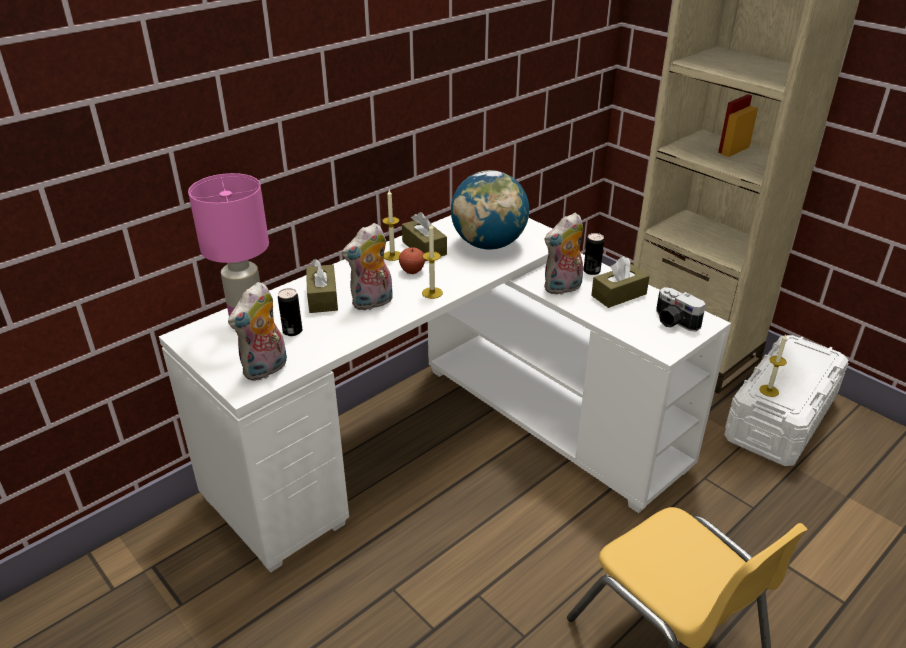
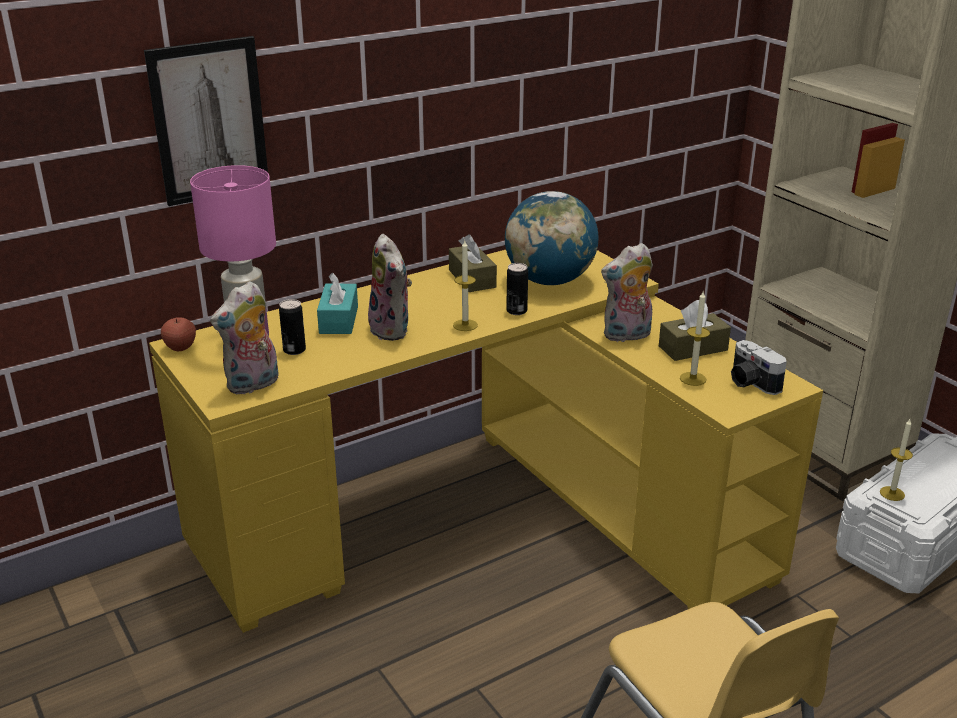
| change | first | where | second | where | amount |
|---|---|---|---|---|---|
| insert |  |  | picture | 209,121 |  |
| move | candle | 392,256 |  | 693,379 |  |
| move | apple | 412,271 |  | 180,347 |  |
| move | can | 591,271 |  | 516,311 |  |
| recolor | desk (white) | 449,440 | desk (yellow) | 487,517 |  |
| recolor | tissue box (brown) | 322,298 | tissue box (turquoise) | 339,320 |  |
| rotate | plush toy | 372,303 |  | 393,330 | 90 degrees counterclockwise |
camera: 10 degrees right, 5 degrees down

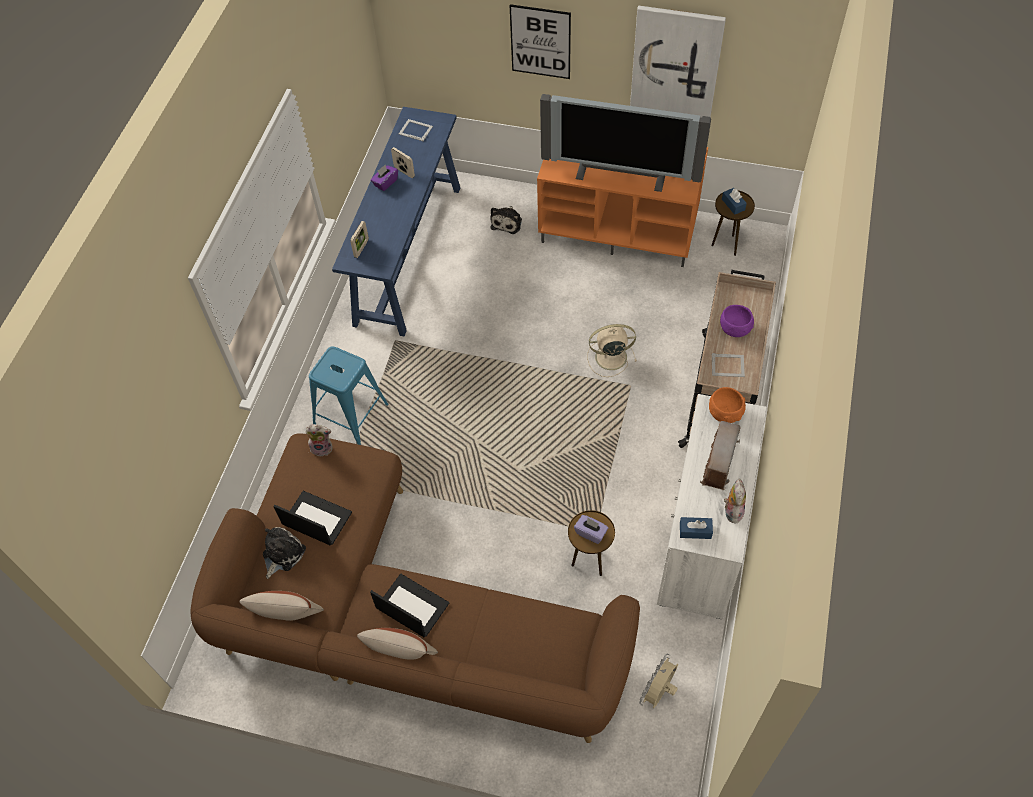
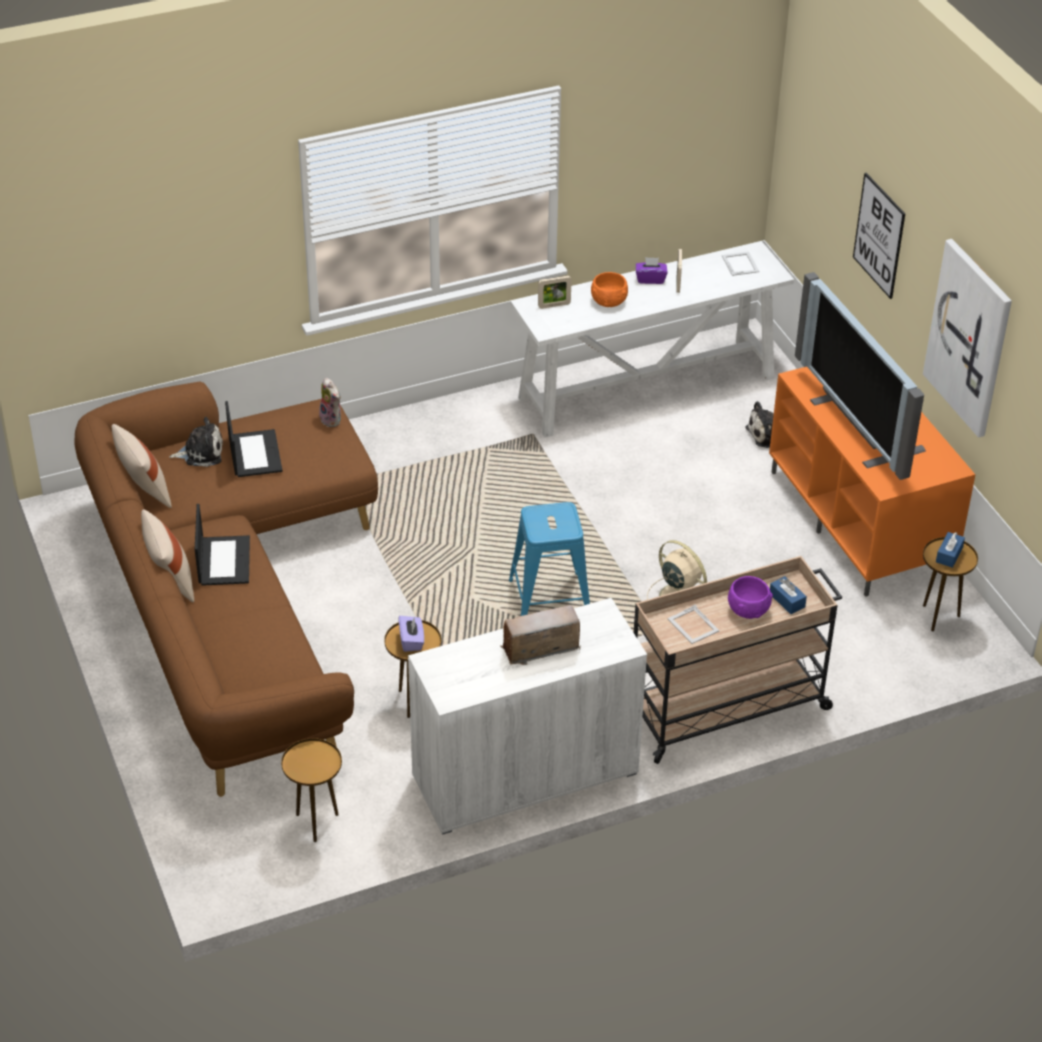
| change | first | where | second | where | amount |
|---|---|---|---|---|---|
| delete | plush toy | 732,511 |  |  |  |
| move | stool (blue) | 351,415 |  | 550,601 |  |
| move | tissue box (blue) | 695,531 |  | 787,600 |  |
| move | bowl (orange) | 725,412 |  | 609,301 |  |
| replace | fan (beige) | 658,692 | side table (brown) | 316,823 |  |
| recolor | console table (blue) | 409,253 | console table (white) | 648,387 |  |
camera: 50 degrees right, 15 degrees down

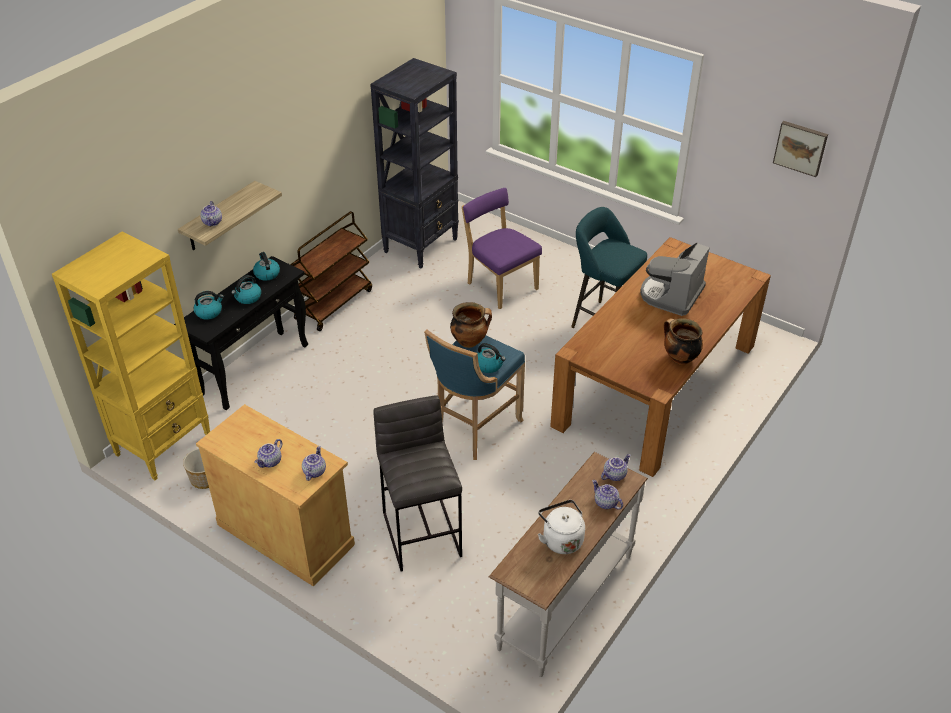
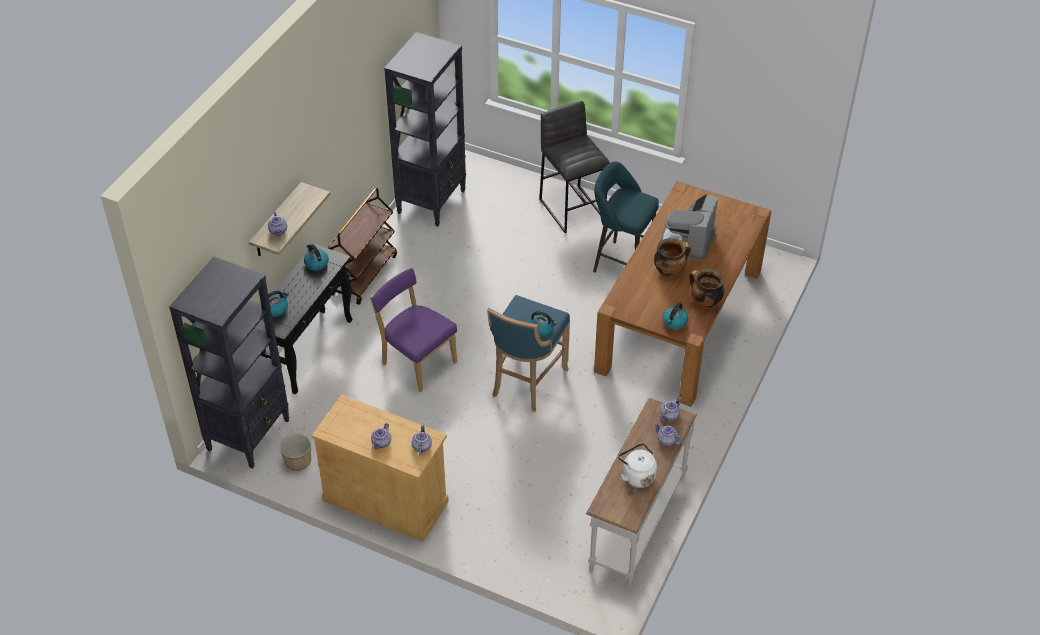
| change | first | where | second | where | amount |
|---|---|---|---|---|---|
| delete | picture | 800,147 |  |  |  |
| move | kettle | 248,298 |  | 674,322 |  |
| move | stool (grey) | 422,533 |  | 572,208 |  |
| move | cooking pot | 470,341 |  | 669,271 |  |
| move | chair (purple) | 500,285 |  | 416,361 |  |
| recolor | bookcase (yellow) | 164,444 | bookcase (black) | 249,434 |  |
camera: 10 degrees left, 5 degrees up

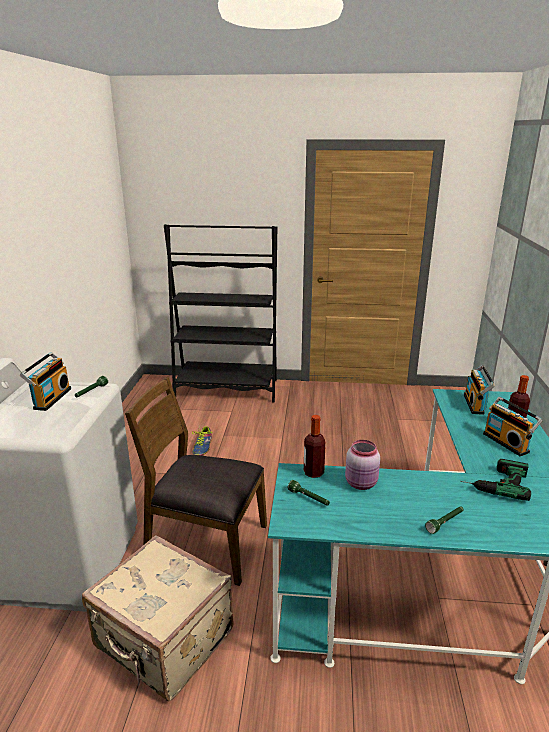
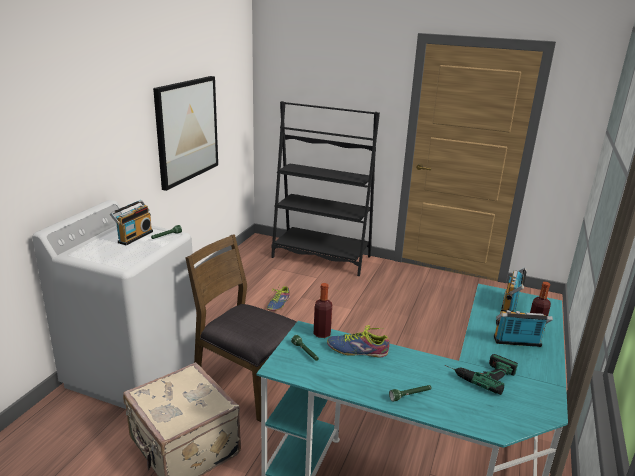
| change | first | where | second | where | amount |
|---|---|---|---|---|---|
| insert |  |  | picture | 187,130 |  |
| replace | jar (pink) | 362,483 | shoe | 357,350 |  |
| rotate | radio | 507,442 |  | 517,343 | 105 degrees clockwise |
camera: 15 degrees right, 0 degrees up

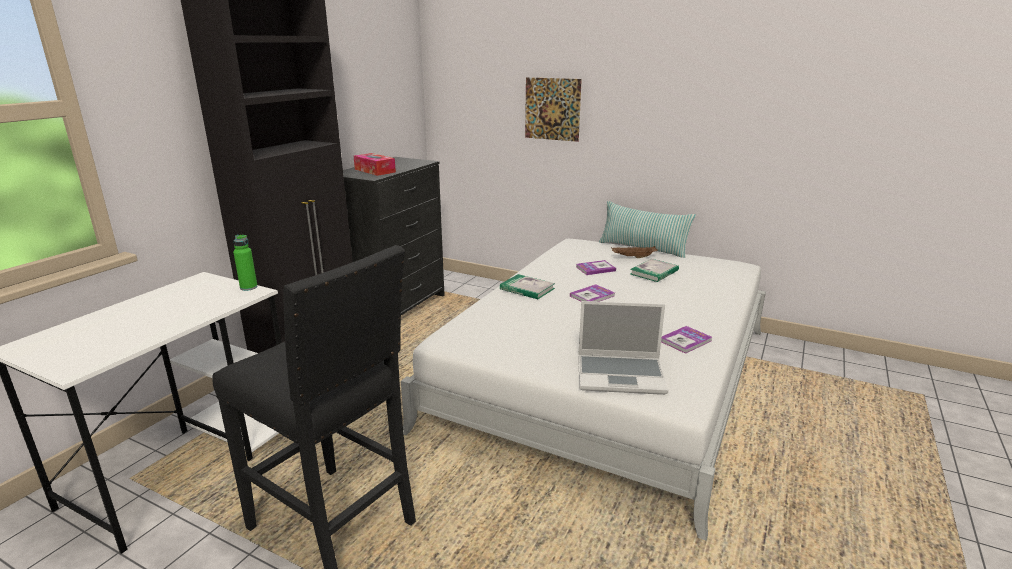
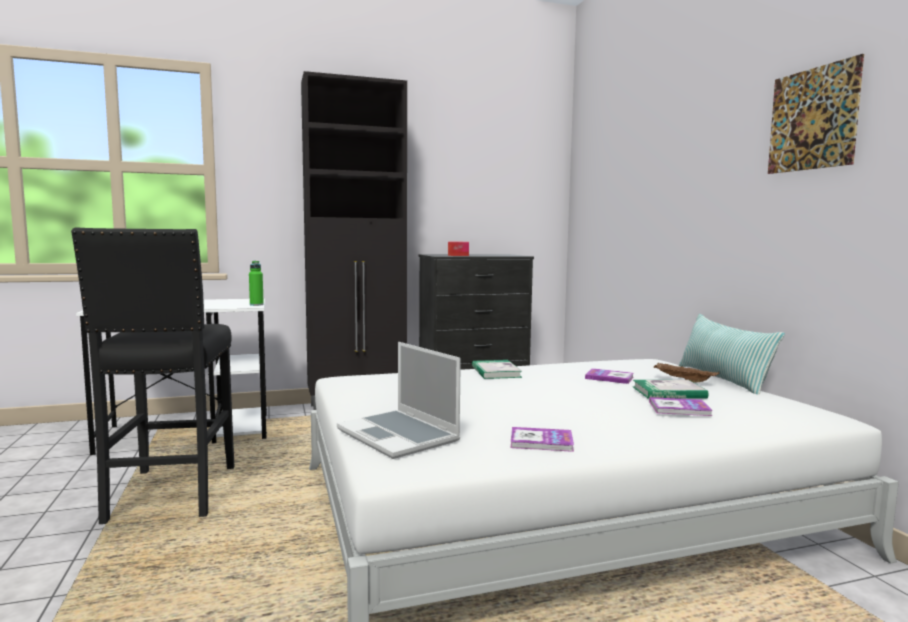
| change | first | where | second | where | amount |
|---|---|---|---|---|---|
| move | picture | 552,109 |  | 812,119 |  |
| move | book | 592,296 |  | 679,408 |  |
camera: 45 degrees right, 15 degrees down

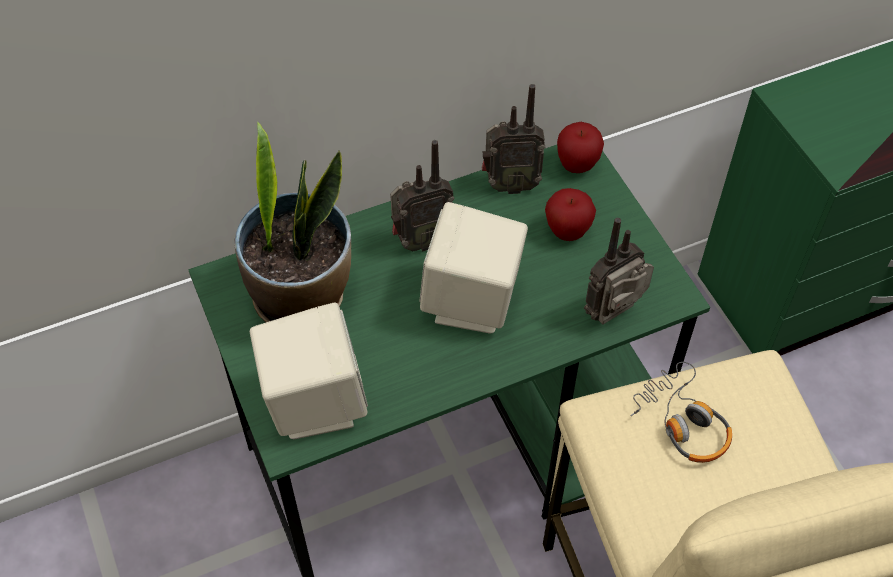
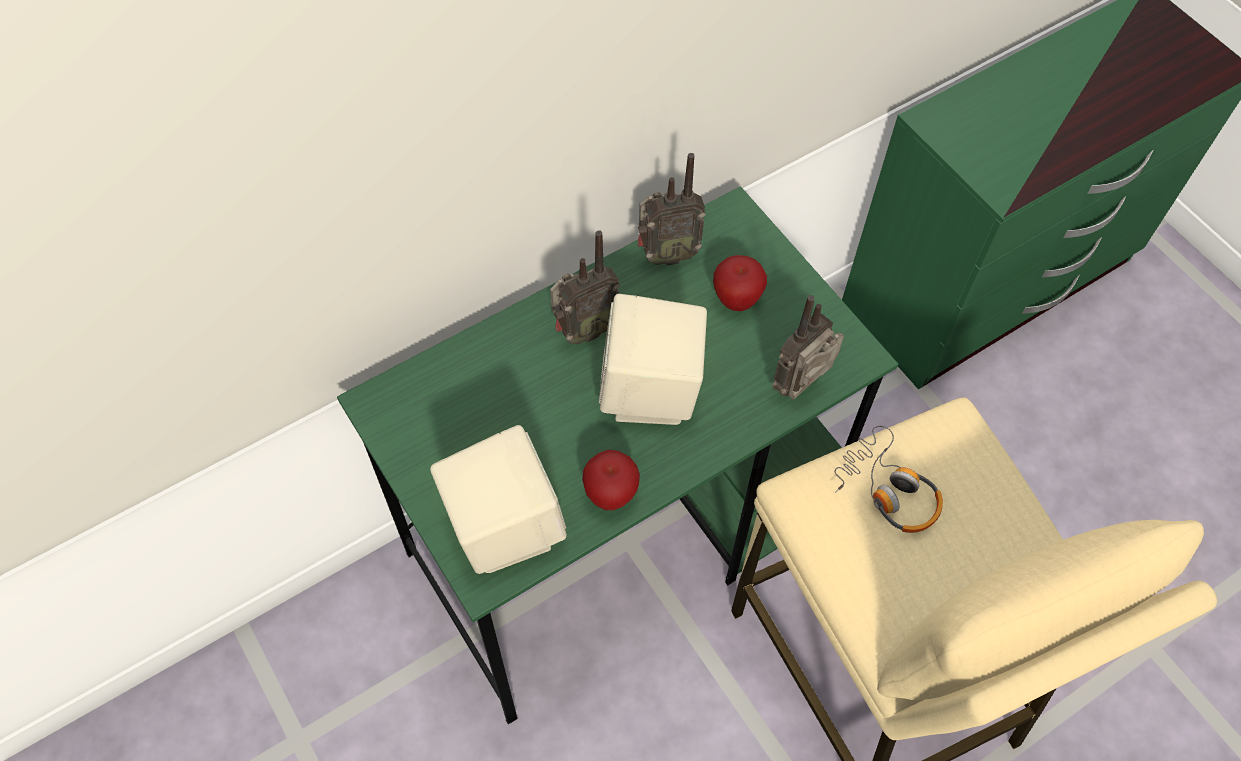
| change | first | where | second | where | amount |
|---|---|---|---|---|---|
| delete | potted plant | 301,296 |  |  |  |
| move | apple | 577,165 |  | 610,495 |  |
camera: 10 degrees left, 5 degrees up

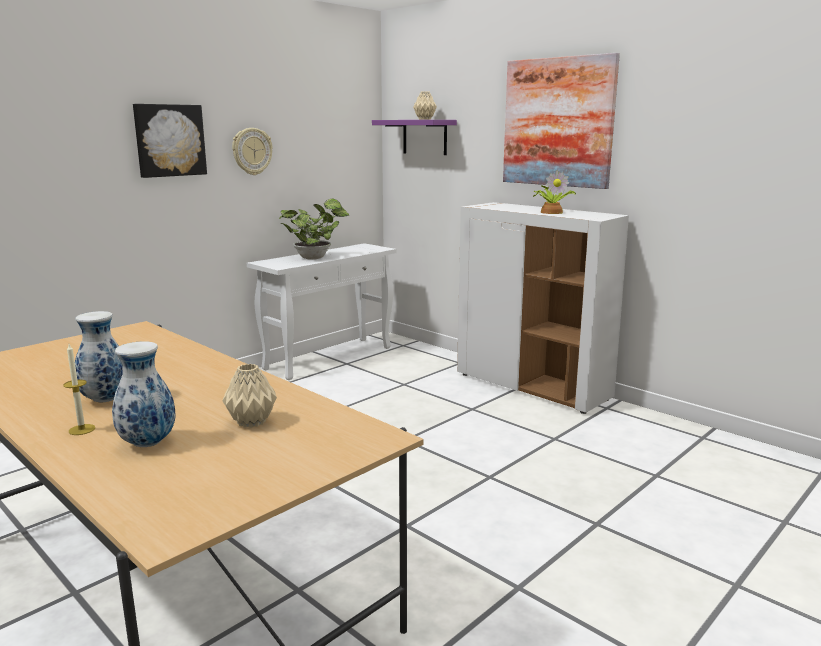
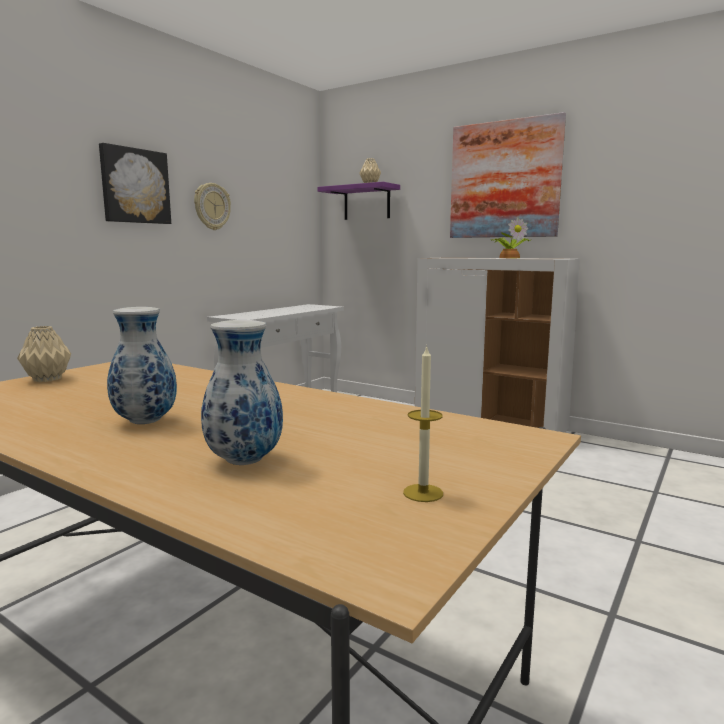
| change | first | where | second | where | amount |
|---|---|---|---|---|---|
| delete | potted plant | 315,257 |  |  |  |
| move | candle | 82,429 |  | 423,493 |  |
| move | vase (beige) | 251,422 |  | 47,379 |  |
camera: 10 degrees left, 5 degrees down

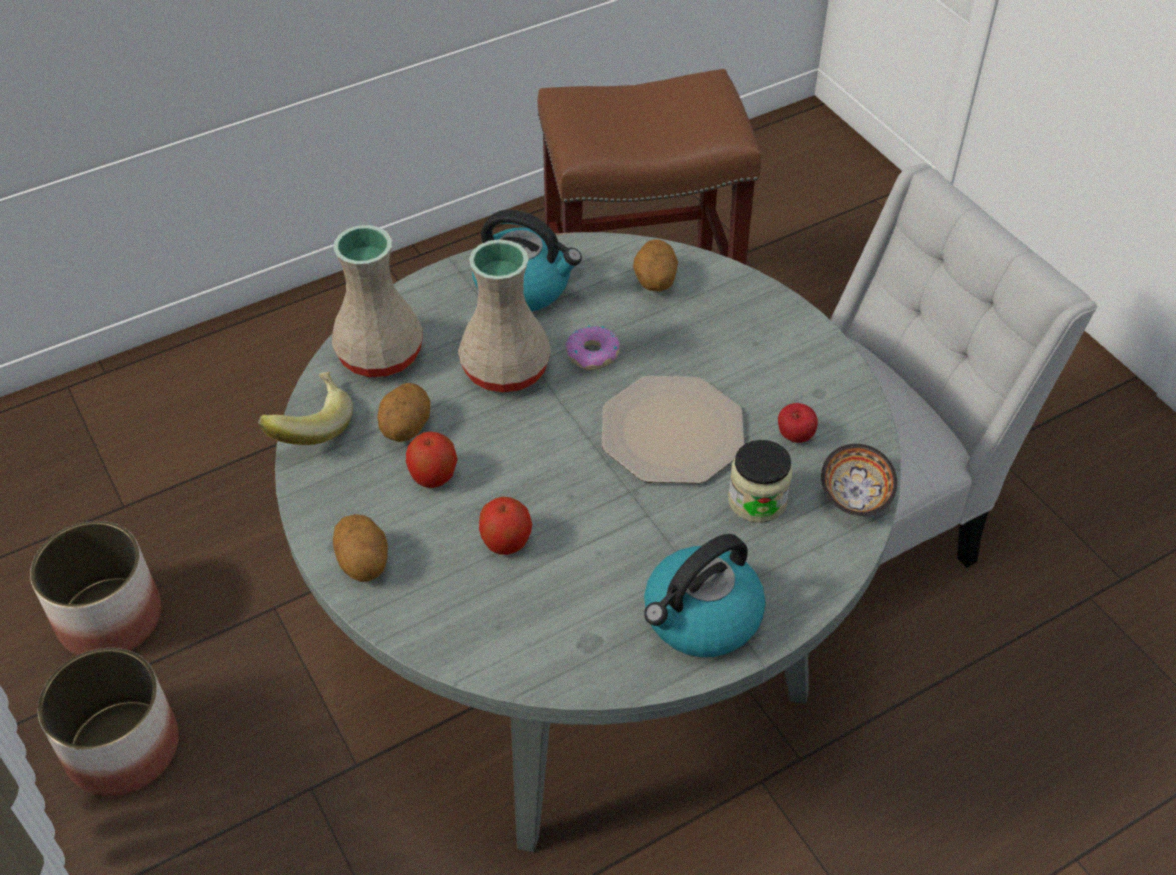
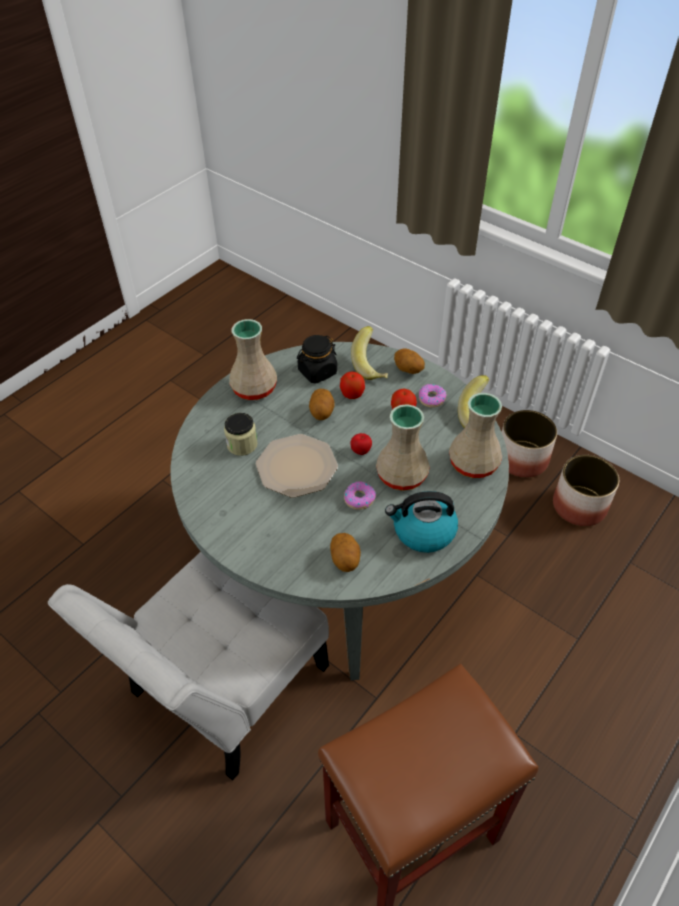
| change | first | where | second | where | amount |
|---|---|---|---|---|---|
| delete | bowl | 853,496 |  |  |  |
| insert |  |  | jar (black) | 317,372 |  |
| insert |  |  | banana | 372,366 |  |
| insert |  |  | donut | 431,399 |  |
| move | potato | 405,428 |  | 322,413 |  |
| move | apple | 794,438 |  | 361,451 |  |
| replace | kettle | 701,618 | vase (beige) | 253,389 |  |
camera: 160 degrees right, 0 degrees up

